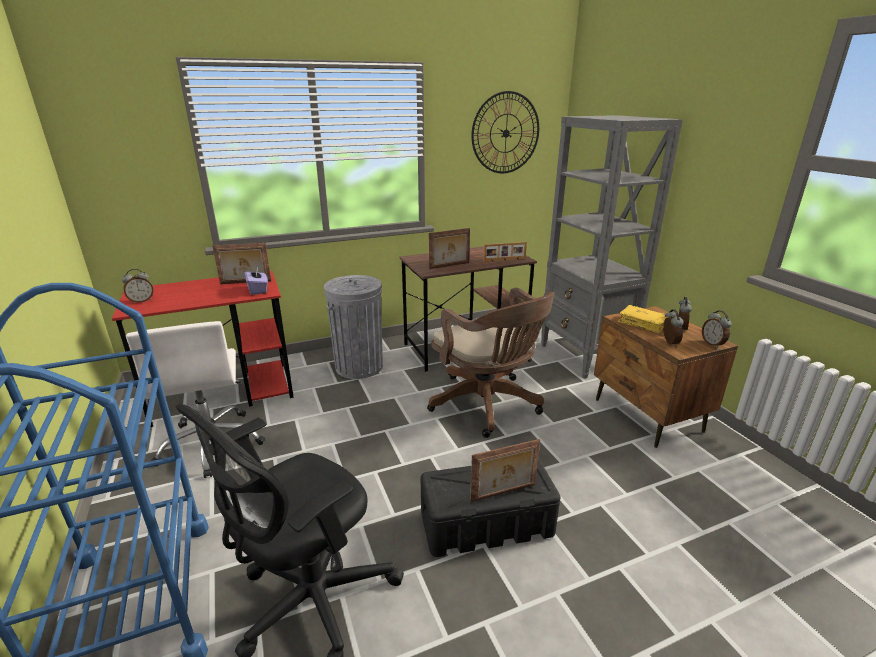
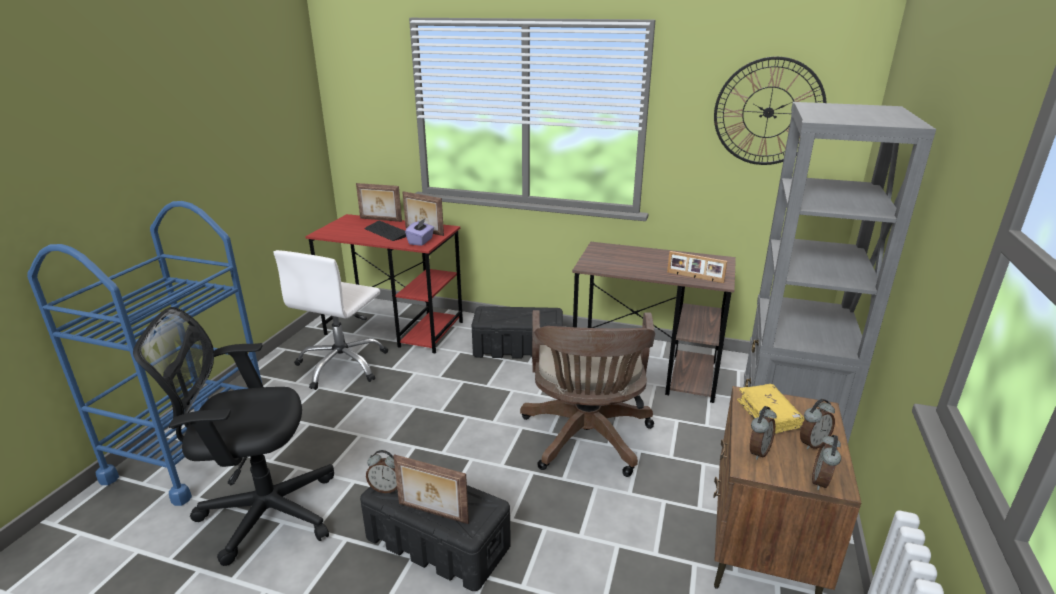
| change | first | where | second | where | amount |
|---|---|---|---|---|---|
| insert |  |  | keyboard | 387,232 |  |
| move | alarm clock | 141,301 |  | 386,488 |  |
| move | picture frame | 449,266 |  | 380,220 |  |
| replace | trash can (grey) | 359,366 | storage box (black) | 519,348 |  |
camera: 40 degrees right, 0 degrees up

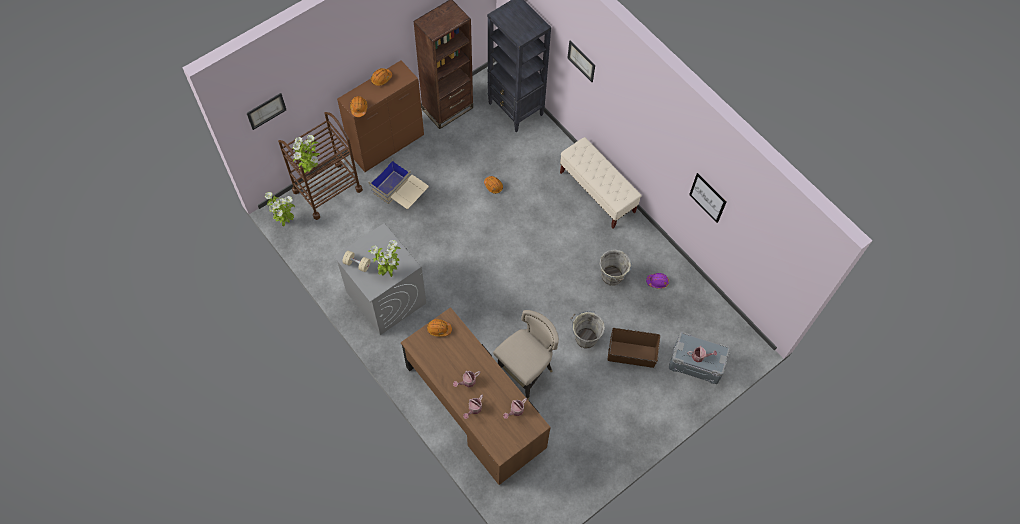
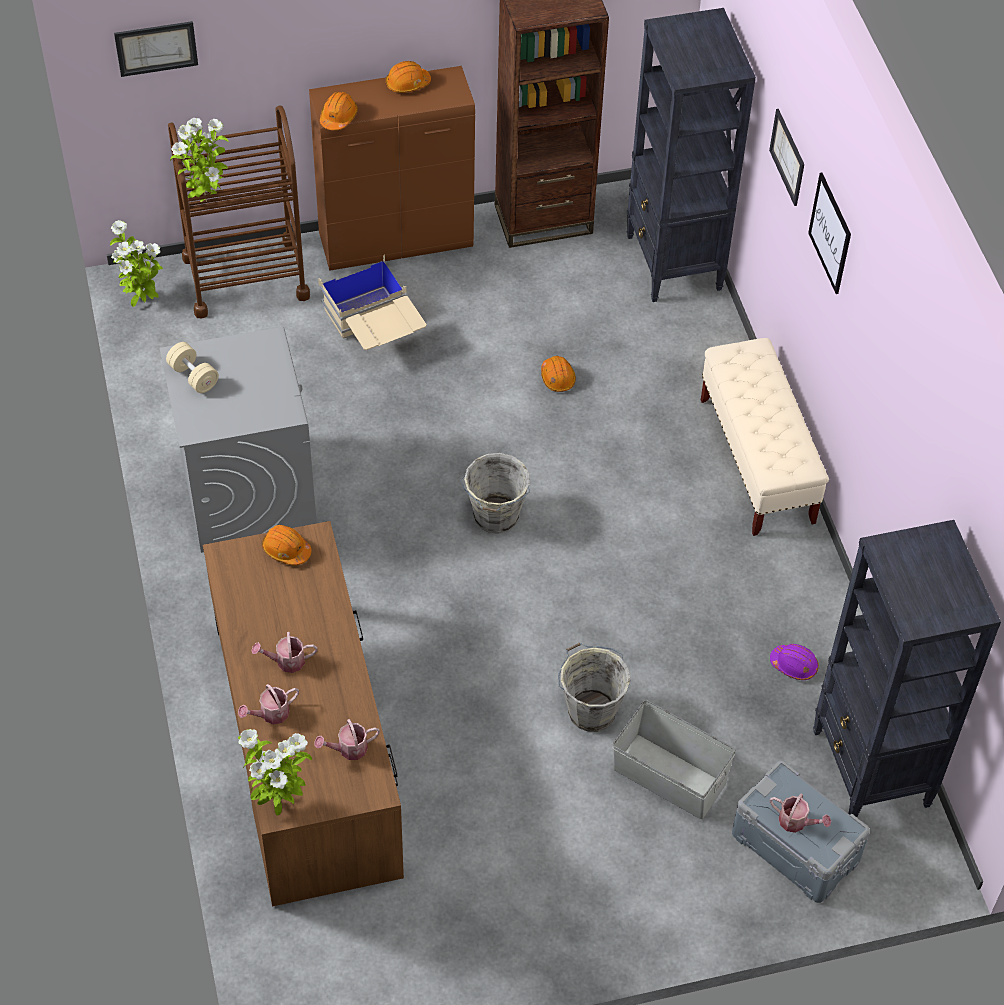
| change | first | where | second | where | amount |
|---|---|---|---|---|---|
| delete | stool (beige) | 525,374 |  |  |  |
| insert |  |  | bookcase (black) | 871,770 |  |
| move | potted plant | 389,272 |  | 279,803 |  |
| move | bucket (grey) | 612,277 |  | 495,517 |  |
| move | picture | 707,197 |  | 830,233 |  |
| recolor | storage box (brown) | 631,354 | storage box (grey) | 669,777 |  |
camera: 25 degrees right, 10 degrees down

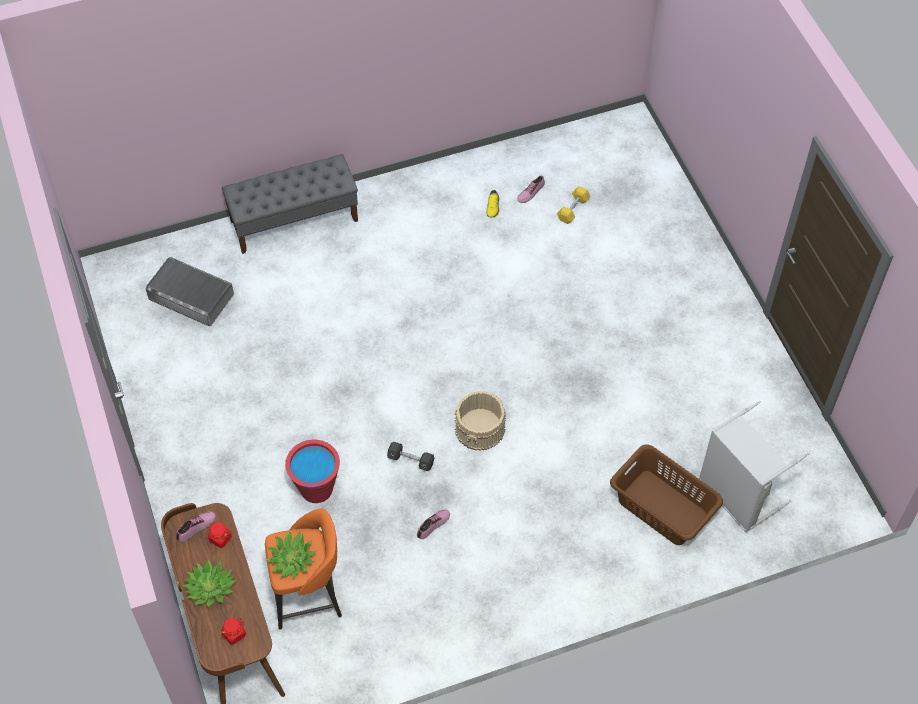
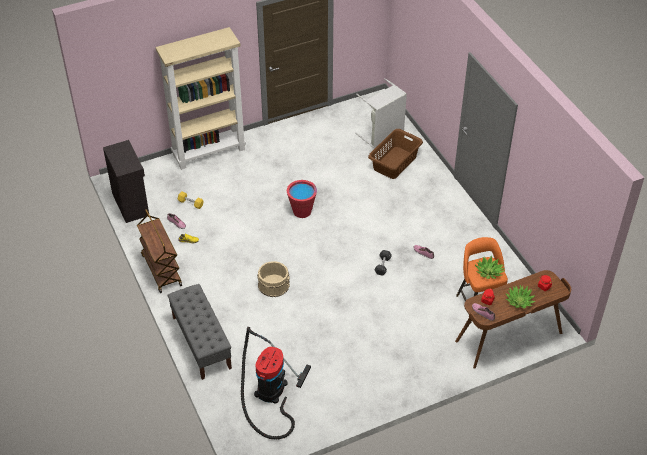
| change | first | where | second | where | amount |
|---|---|---|---|---|---|
| insert |  |  | cabinet (black) | 131,204 |  |
| insert |  |  | cart (brown) | 161,270 |  |
| insert |  |  | bookcase (beige) | 209,152 |  |
| move | bucket (red) | 316,489 |  | 302,211 |  |
| move | bucket (beige) | 480,428 |  | 274,285 |  |
| replace | storage box (grey) | 191,296 | vacuum cleaner | 270,393 |  |
camera: 95 degrees left, 10 degrees down

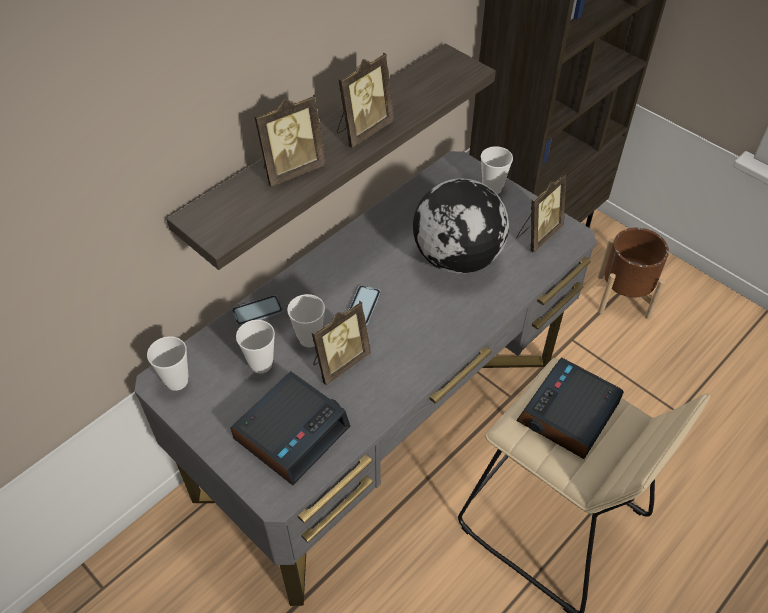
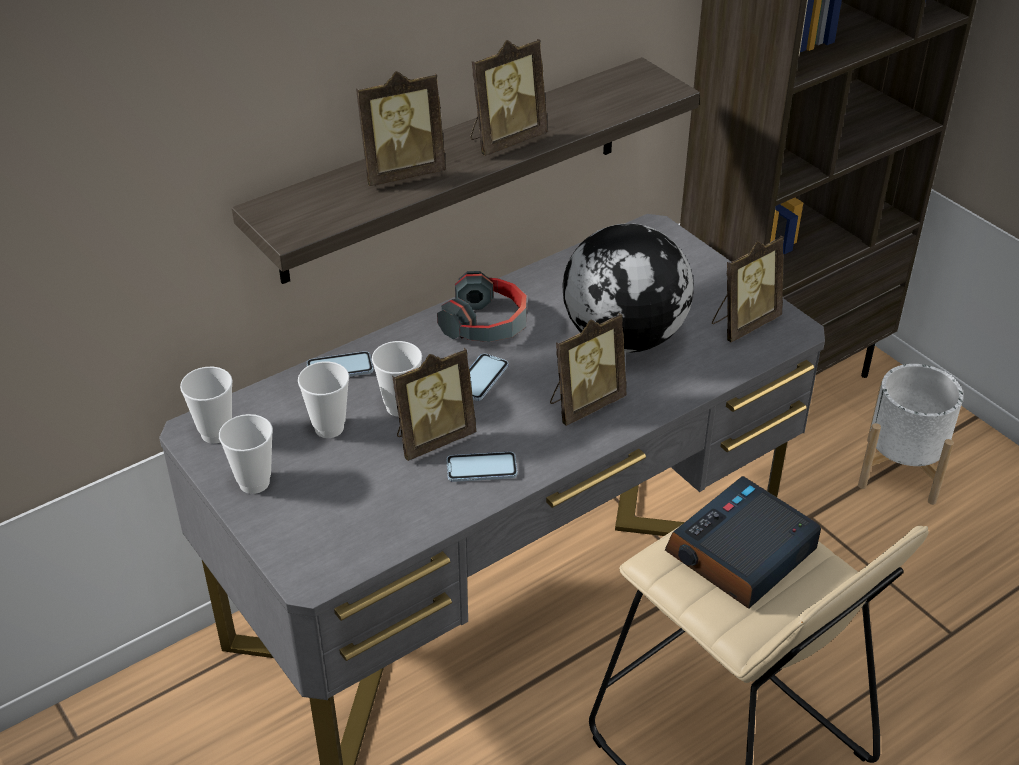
| change | first | where | second | where | amount |
|---|---|---|---|---|---|
| delete | alarm clock | 292,432 |  |  |  |
| insert |  |  | headphones | 486,324 |  |
| insert |  |  | phone | 481,468 |  |
| insert |  |  | picture frame | 584,403 |  |
| move | cup | 492,188 |  | 254,483 |  |
| recolor | planter (brown) | 623,296 | planter (white) | 901,470 |  |
camera: 10 degrees right, 10 degrees down

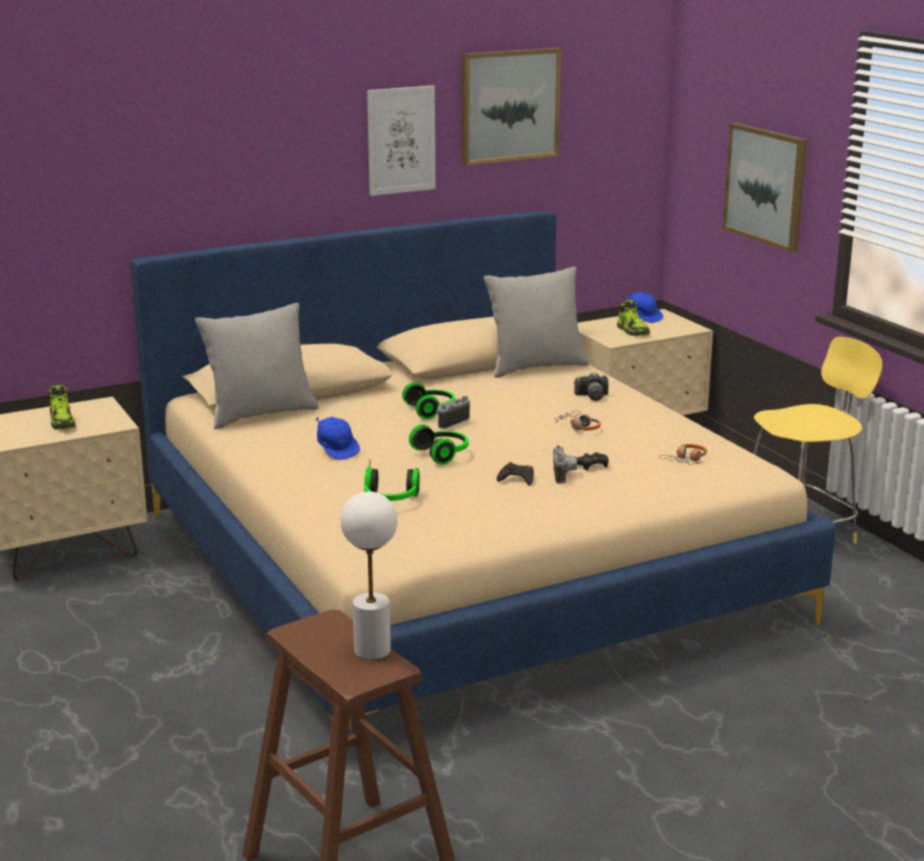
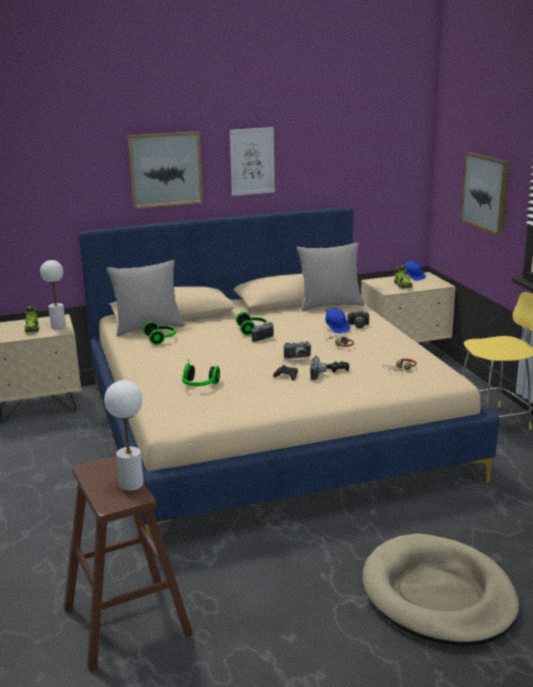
| change | first | where | second | where | amount |
|---|---|---|---|---|---|
| insert |  |  | table lamp (white) | 58,326 |  |
| insert |  |  | photo camera | 298,358 |  |
| insert |  |  | dog bed (beige) | 438,595 |  |
| move | cap (blue) | 337,450 |  | 337,328 |  |
| move | headphones | 442,454 |  | 161,339 |  |
| move | picture | 509,105 |  | 165,169 |  |
camera: 10 degrees right, 0 degrees up

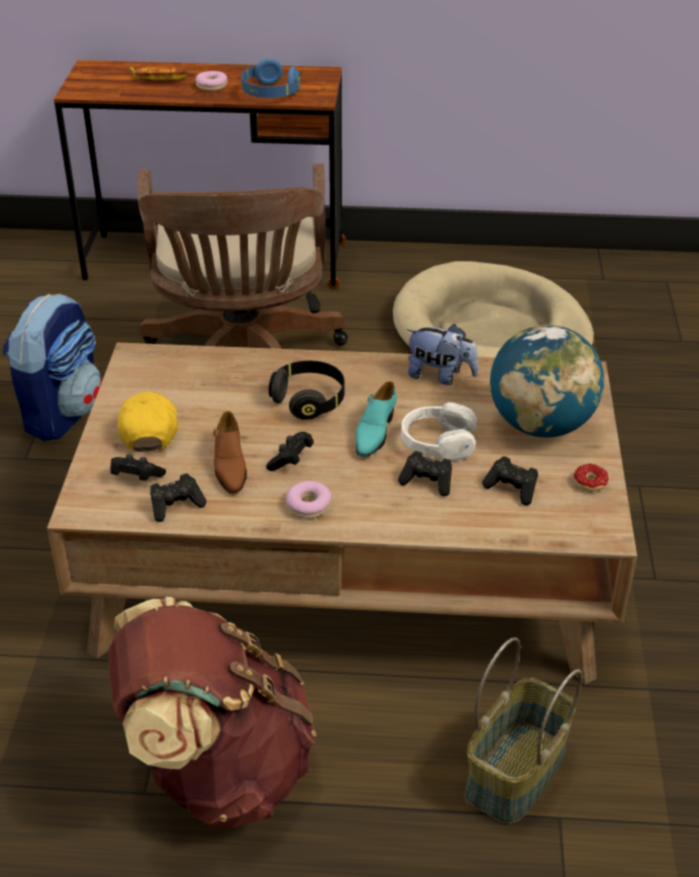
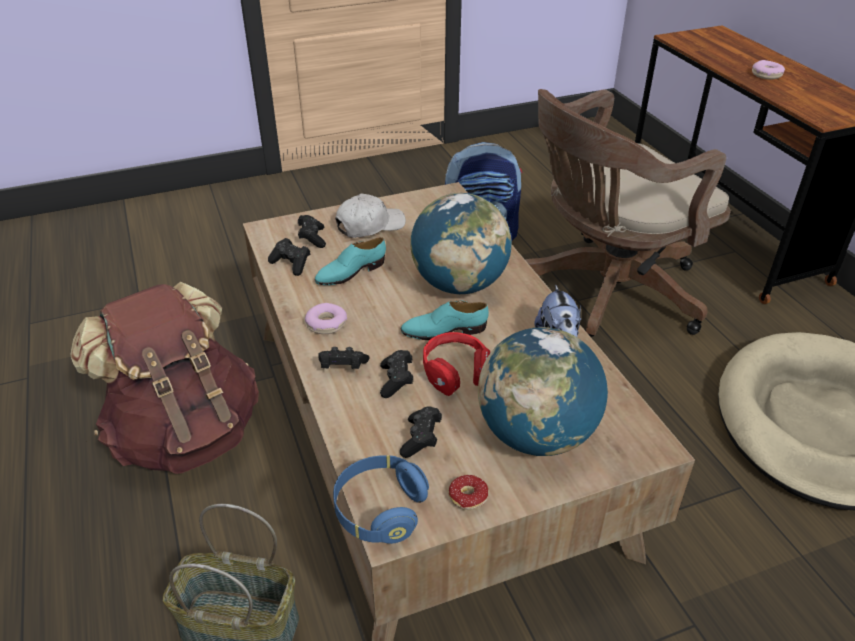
| change | first | where | second | where | amount |
|---|---|---|---|---|---|
| delete | banana | 158,77 |  |  |  |
| move | headphones (blue) | 270,93 |  | 380,510 |  |
| move | game controller (black) | 291,460 |  | 342,368 |  |
| replace | headphones (black) | 309,400 | globe | 459,284 |  |
| recolor | cap (yellow) | 149,428 | cap (white) | 370,225 |  |
| recolor | shoe (brown) | 229,466 | shoe (turquoise) | 350,272 |  |
| recolor | headphones (white) | 437,443 | headphones (red) | 456,372 |  |
camera: 65 degrees right, 0 degrees up

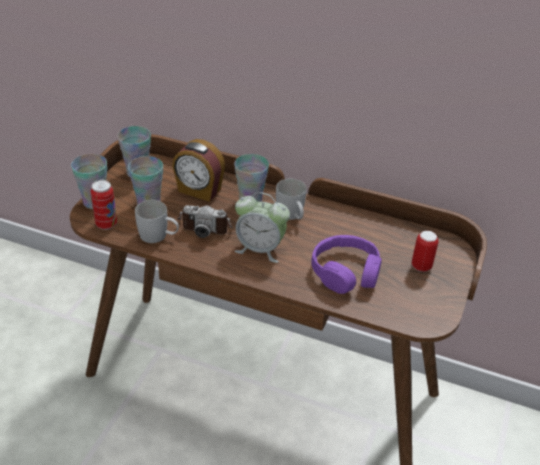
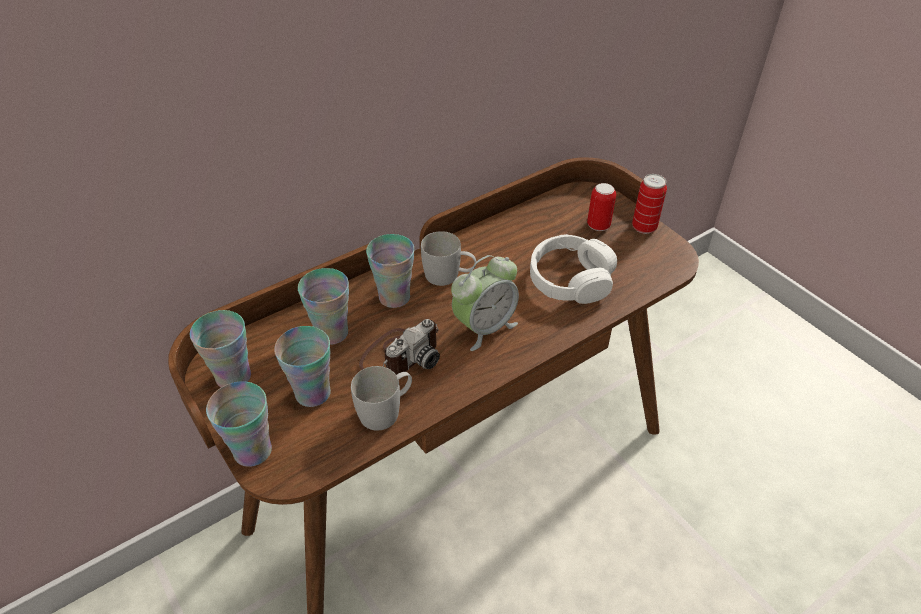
| change | first | where | second | where | amount |
|---|---|---|---|---|---|
| move | can | 106,224 |  | 644,227 |  |
| replace | alarm clock | 199,191 | cup | 332,333 |  |
| recolor | headphones (purple) | 345,272 | headphones (white) | 570,279 |  |
camera: 55 degrees left, 5 degrees up

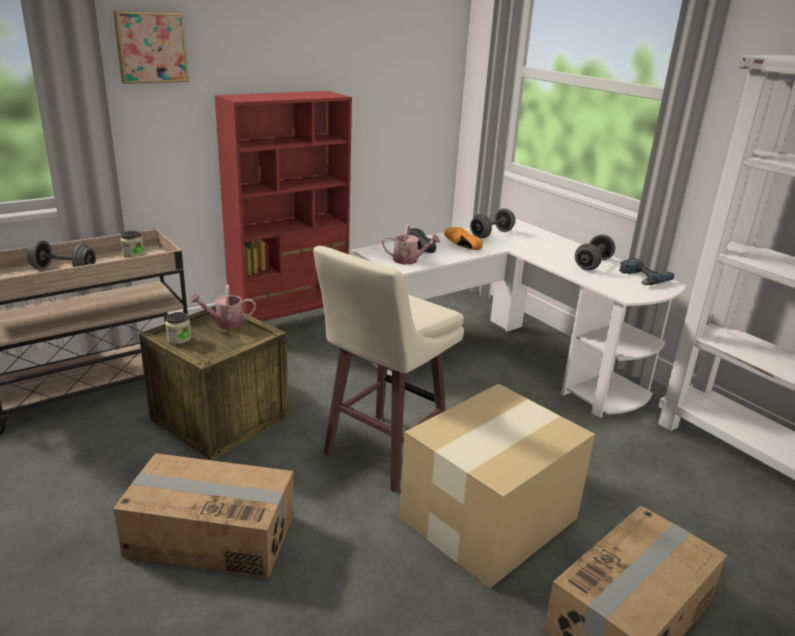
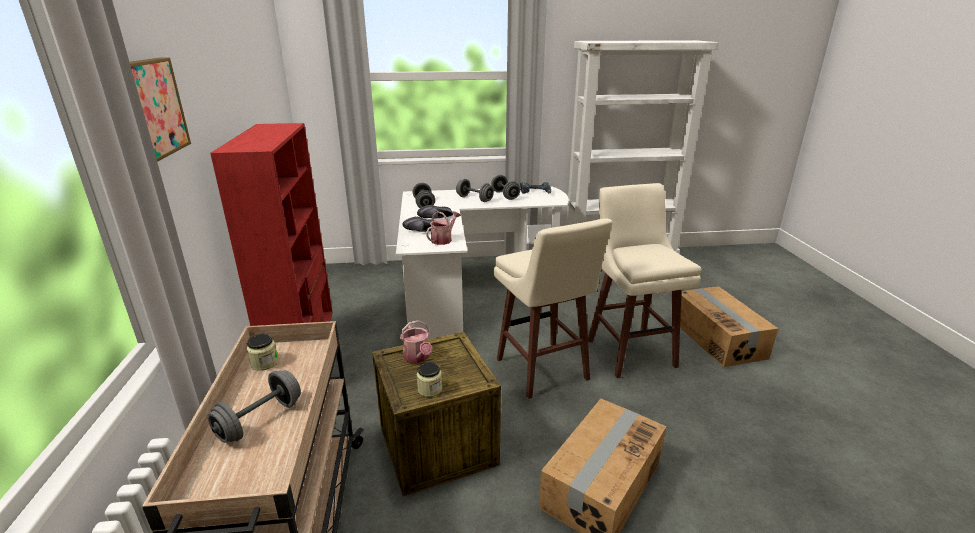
| change | first | where | second | where | amount |
|---|---|---|---|---|---|
| insert |  |  | dumbbell (grey) | 474,199 |  |
| replace | cardboard box | 491,517 | stool (beige) | 630,351 |  |
| recolor | shoe (orange) | 460,247 | shoe (black) | 436,219 |  |
| rotate | watering can | 224,322 |  | 418,358 | 45 degrees counterclockwise |
camera: 60 degrees left, 0 degrees up

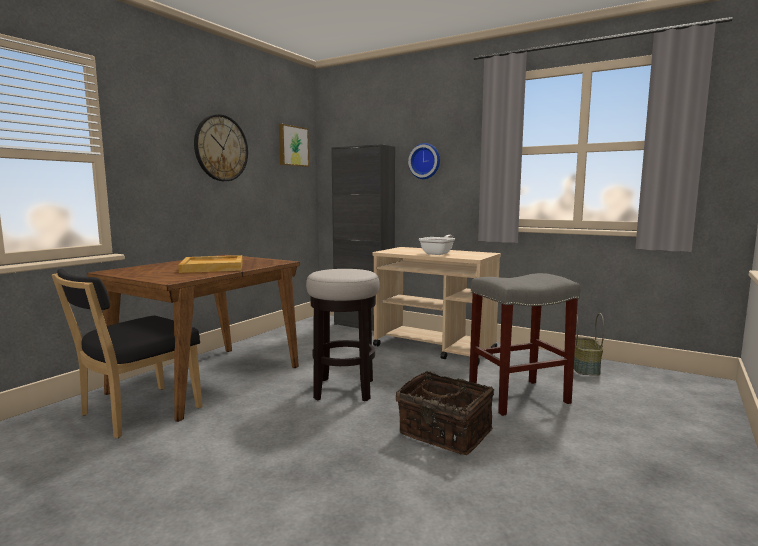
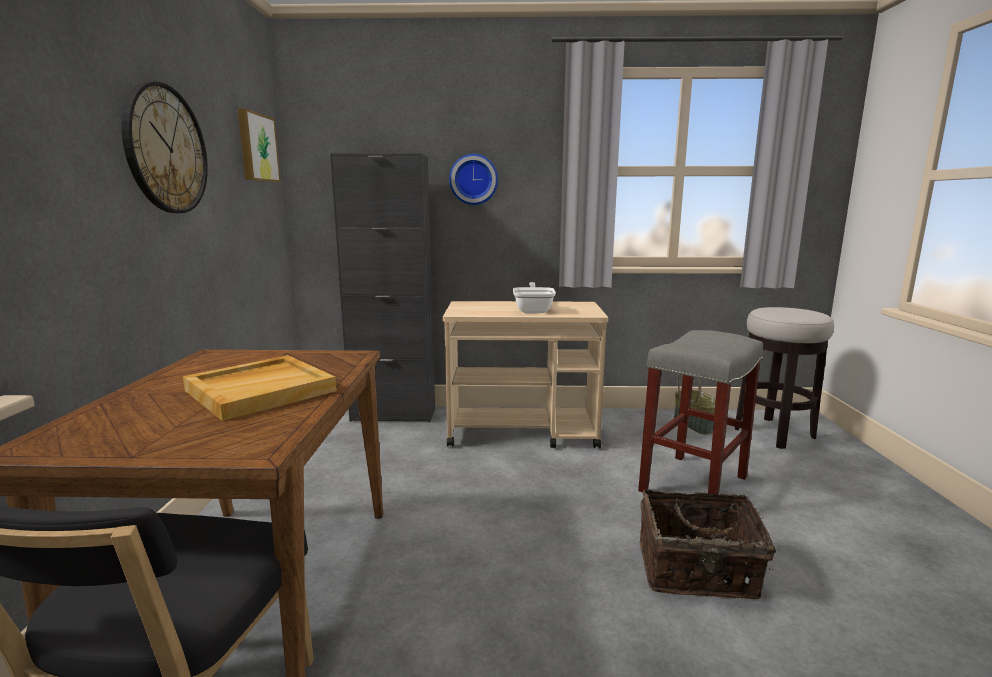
| change | first | where | second | where | amount |
|---|---|---|---|---|---|
| move | stool | 344,389 |  | 774,433 |  |
camera: 30 degrees left, 5 degrees up

